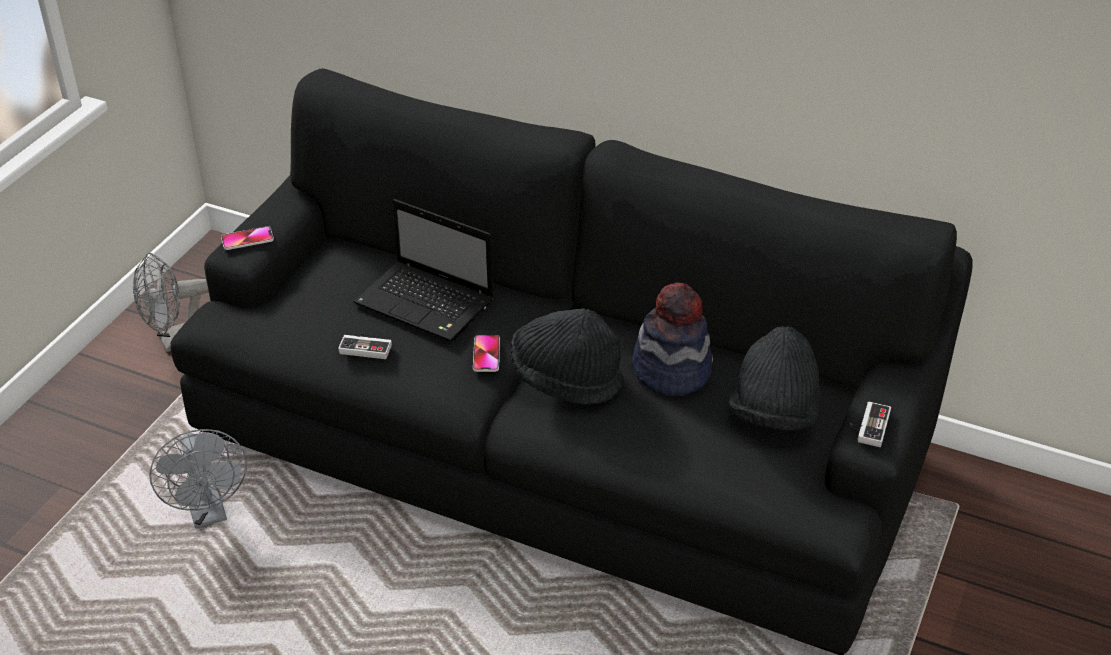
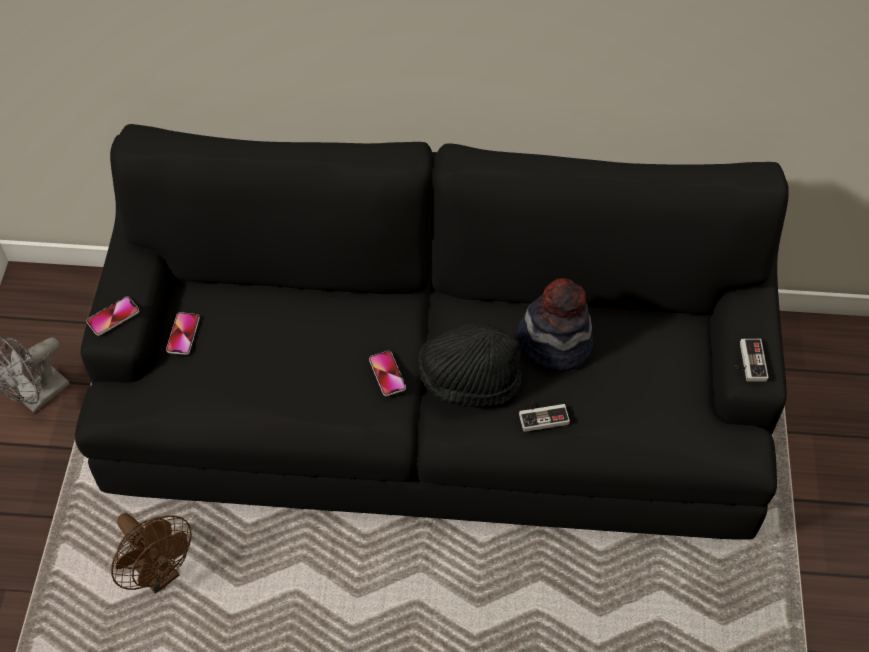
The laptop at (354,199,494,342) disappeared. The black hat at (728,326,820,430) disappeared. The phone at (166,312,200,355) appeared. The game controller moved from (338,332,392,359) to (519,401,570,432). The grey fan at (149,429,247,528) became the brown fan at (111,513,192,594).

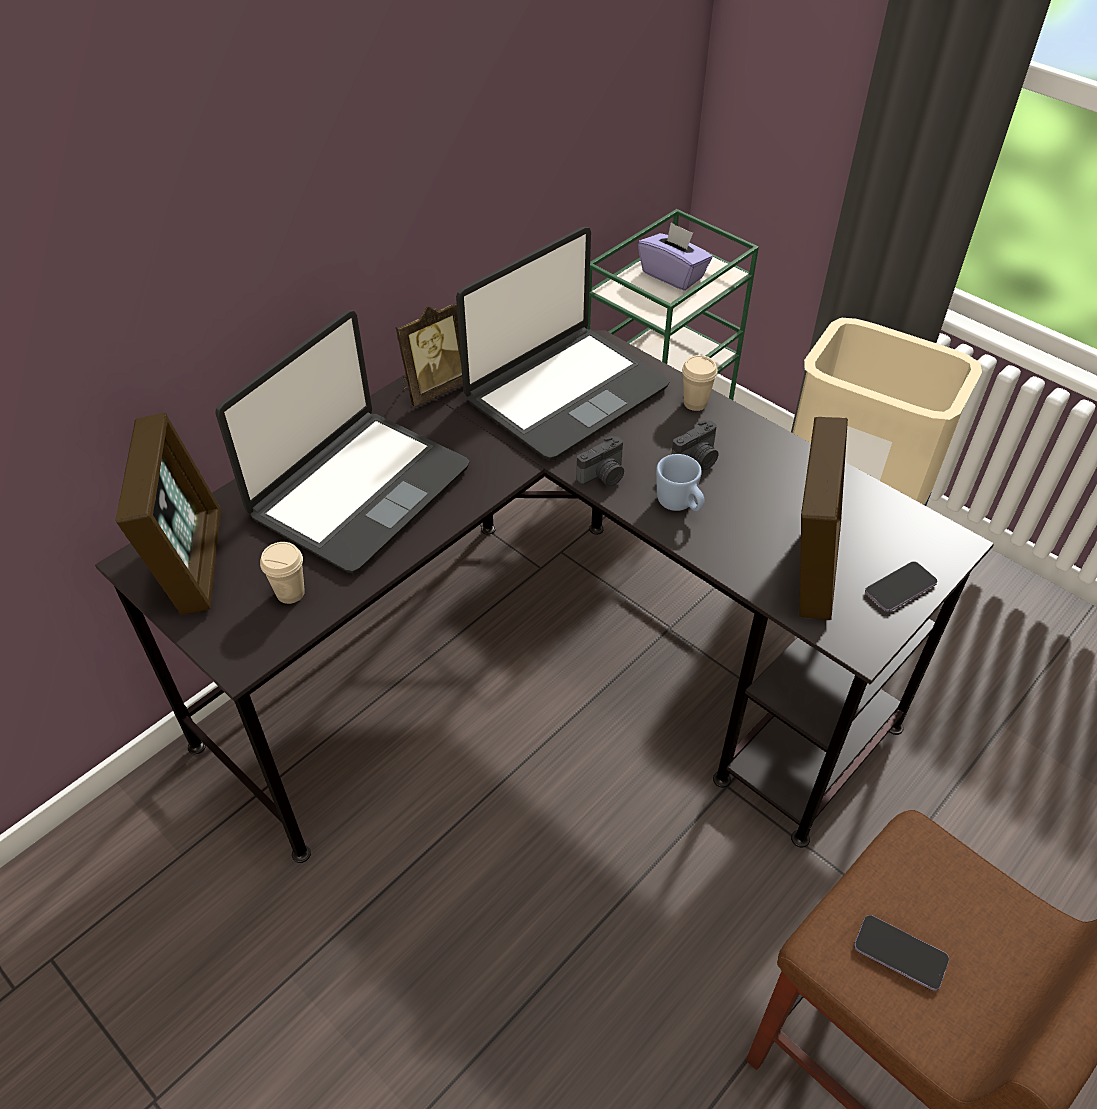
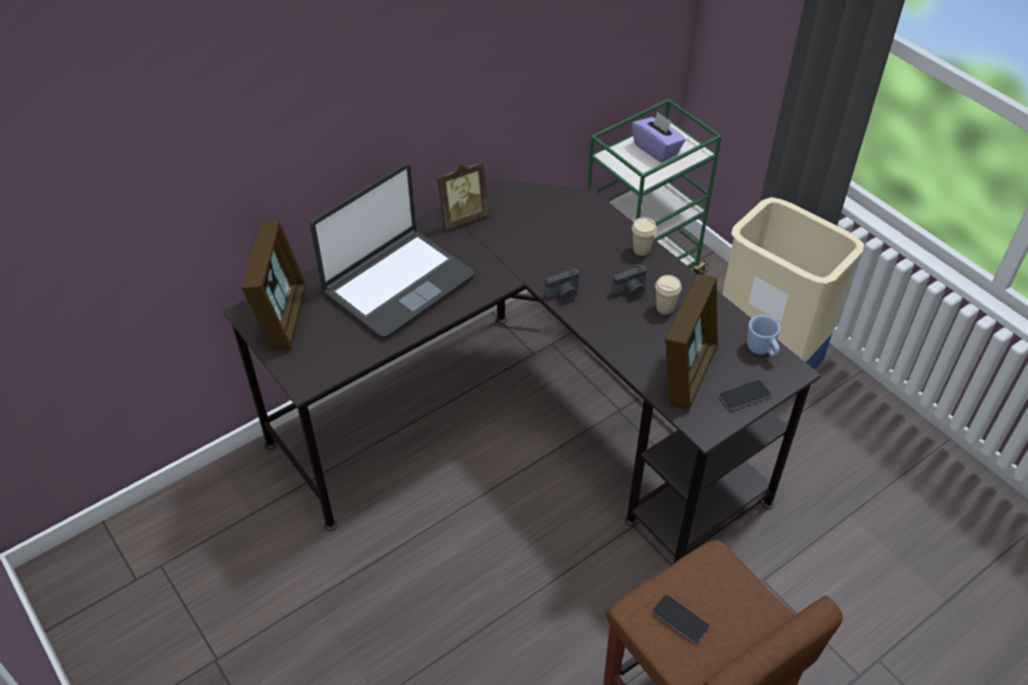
The laptop at (456,227,670,460) disappeared. The beige cup moved from (260,542,305,604) to (655,275,682,315). The blue mug moved from (656,454,704,511) to (747,315,780,357).

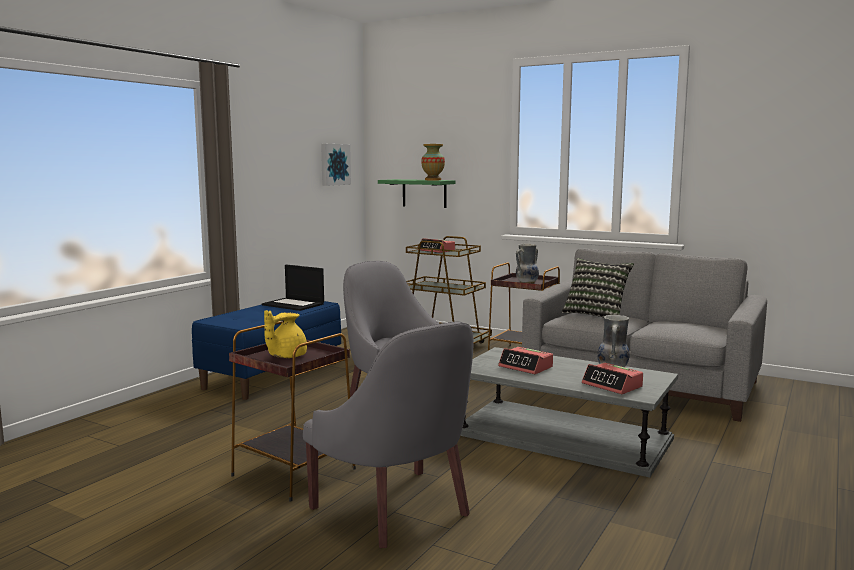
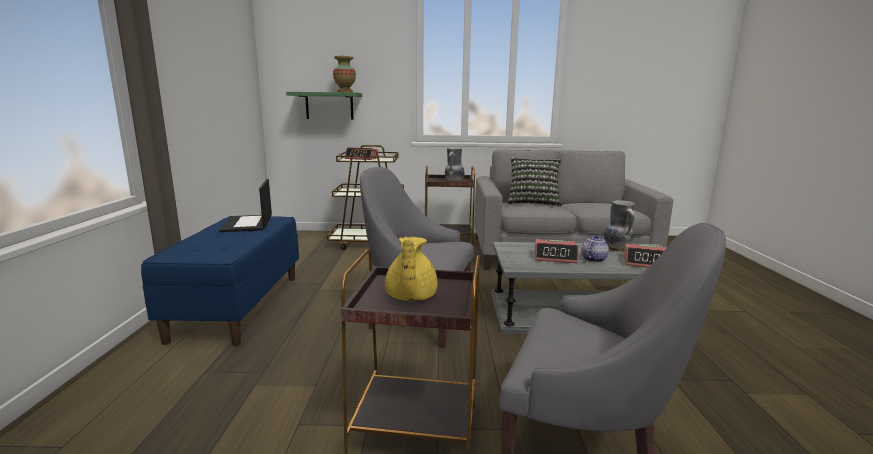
The picture at (321,144,351,186) disappeared. The teapot at (581,235,609,262) appeared. The laptop at (262,265,324,311) turned 75 degrees clockwise.

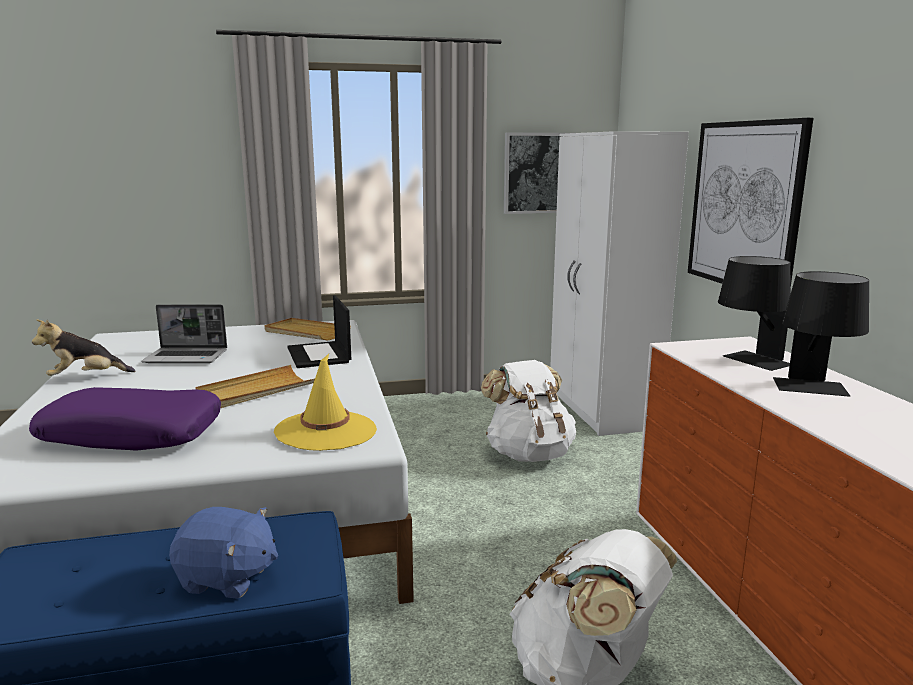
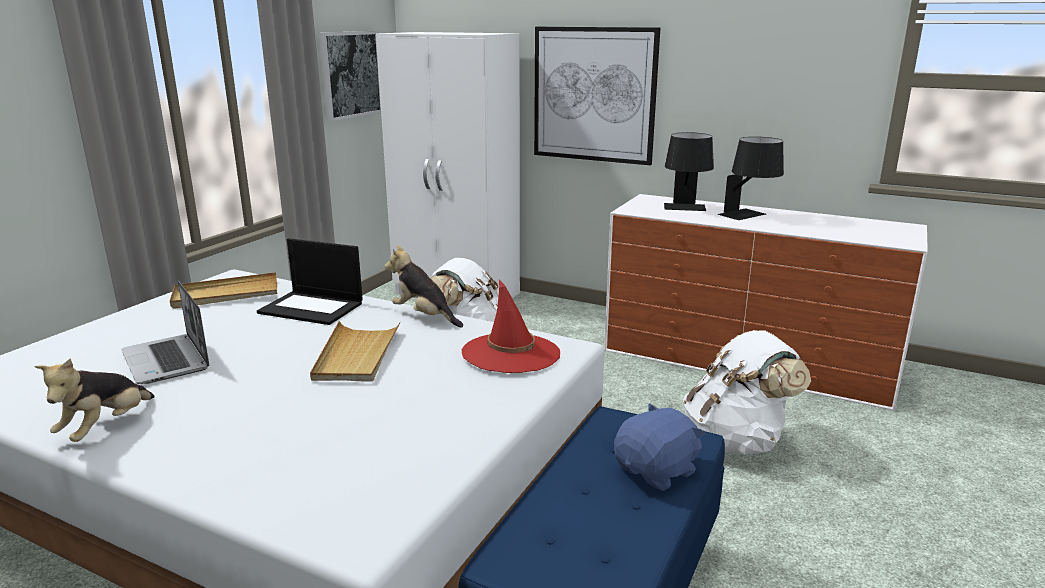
The purple pillow at (29,387,221,451) disappeared. The plush toy at (385,245,463,328) appeared. The yellow hat at (274,354,377,451) became the red hat at (462,279,560,373). The laptop at (142,305,227,363) turned 105 degrees clockwise.

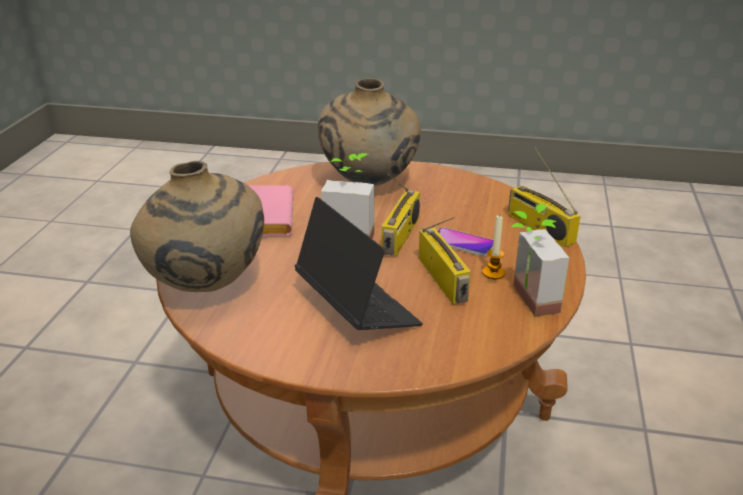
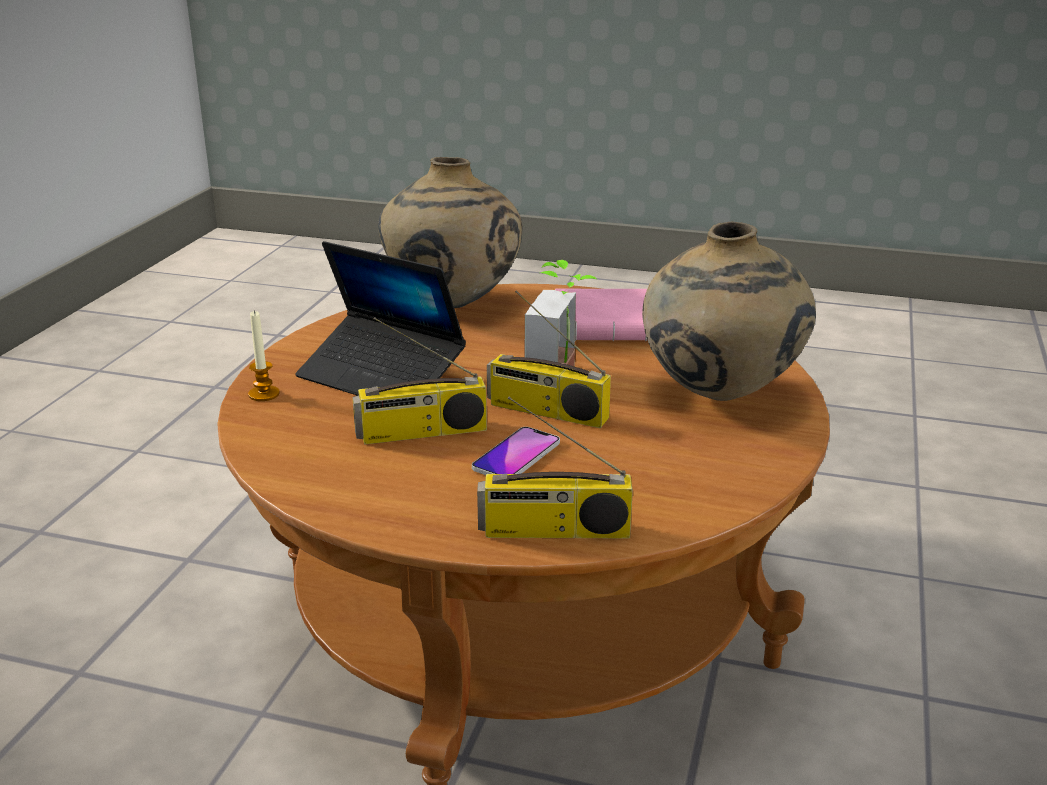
The potted plant at (511,204,569,317) disappeared. The candle moved from (482,214,505,279) to (248,310,280,401). The laptop at (295,197,423,330) turned 60 degrees clockwise. The radio at (508,147,581,247) turned 150 degrees counterclockwise.

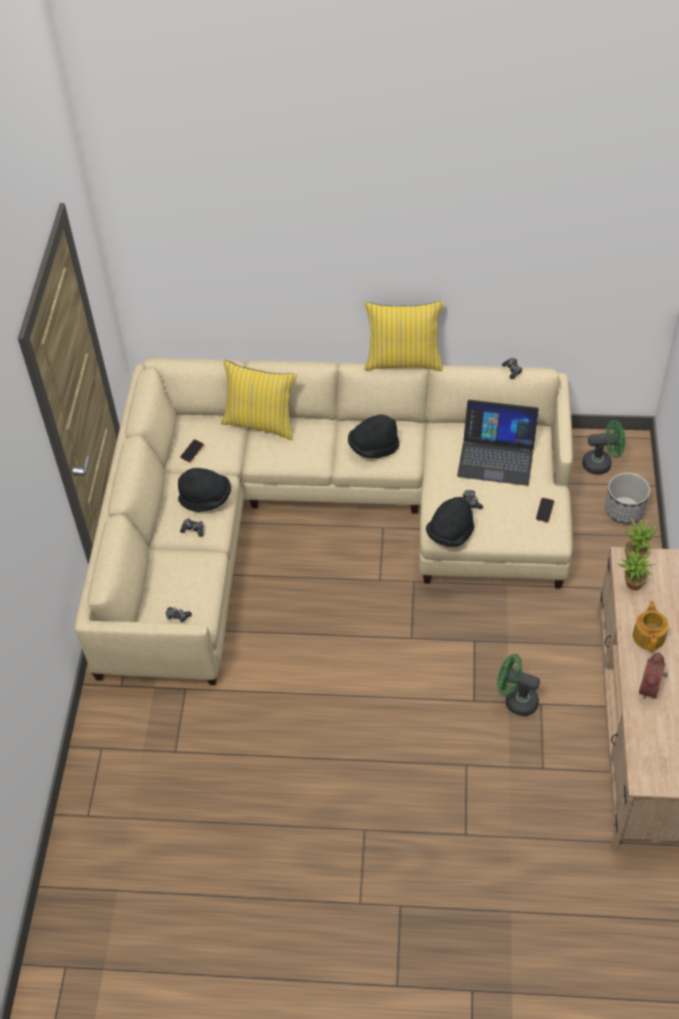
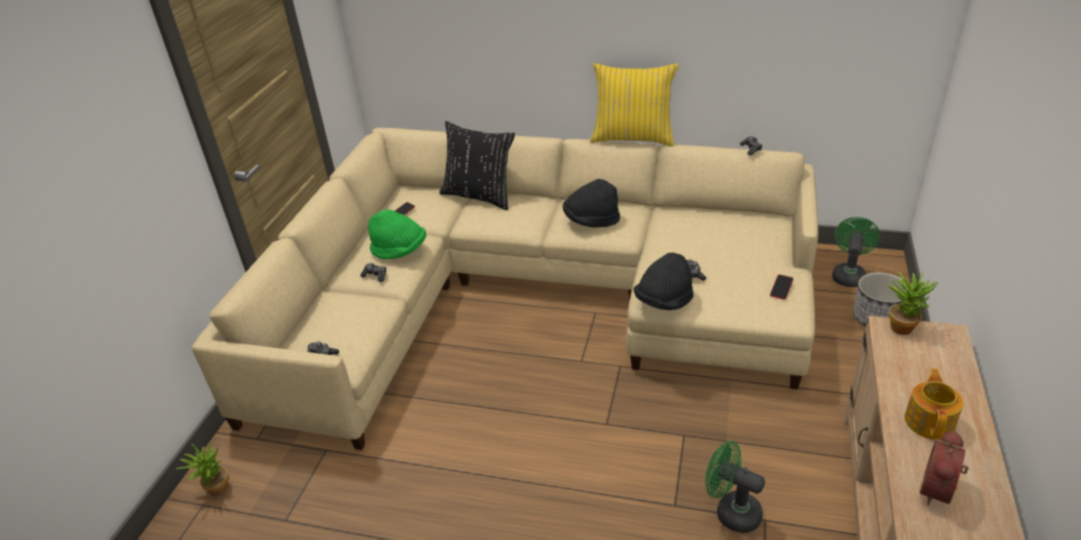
The laptop at (457,400,539,486) disappeared. The potted plant moved from (618,549,657,590) to (176,443,229,496). The black hat at (178,468,231,512) became the green hat at (368,209,426,259). The yellow pillow at (221,360,297,440) became the black pillow at (439,121,515,210). The green fan at (582,420,625,475) turned 75 degrees counterclockwise.

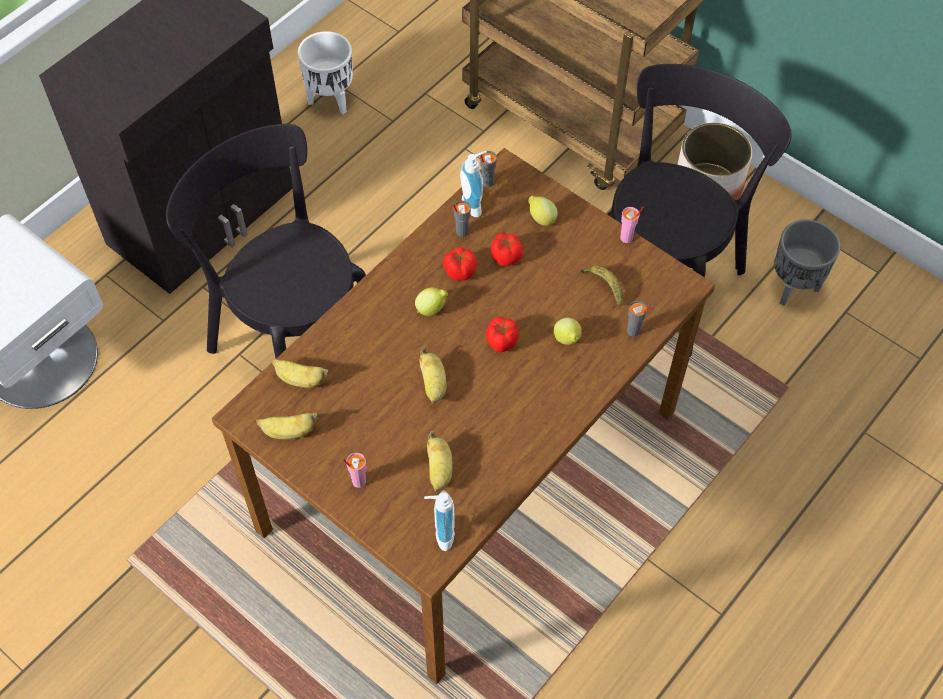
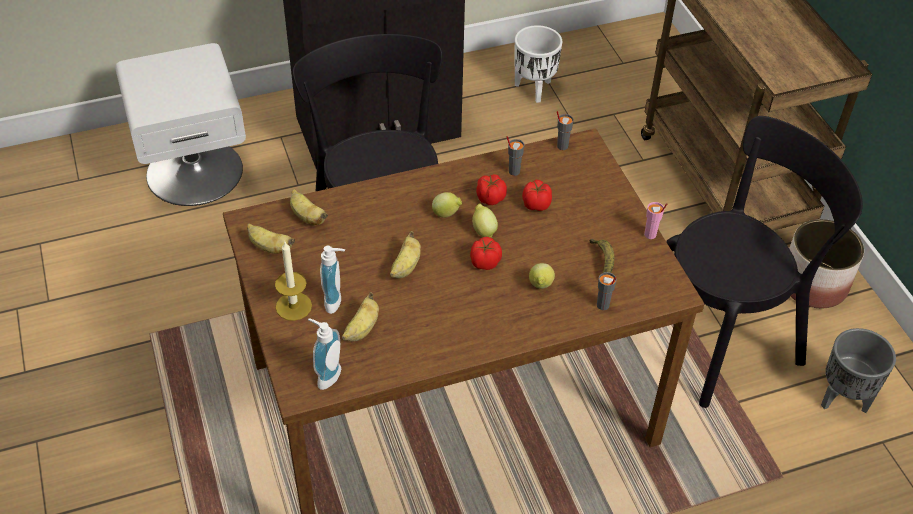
The soap dispenser moved from (460,151,487,217) to (320,246,345,314). The lemon moved from (529,196,558,226) to (472,203,498,238). The pink cup at (343,453,366,488) was replaced by the candle at (275,242,312,321).

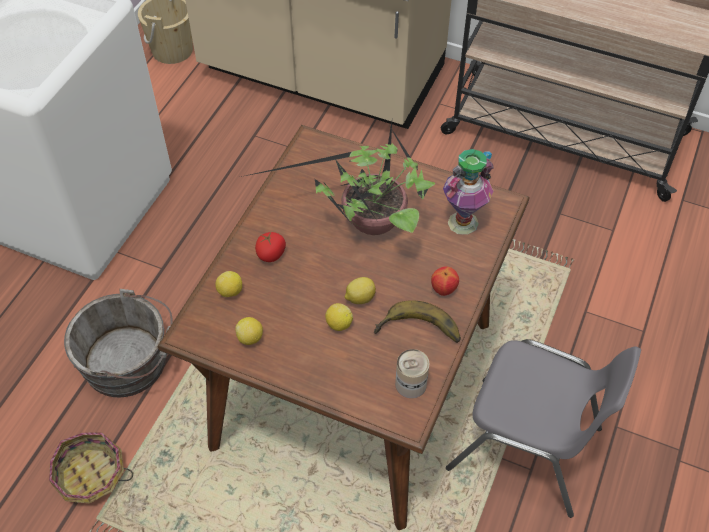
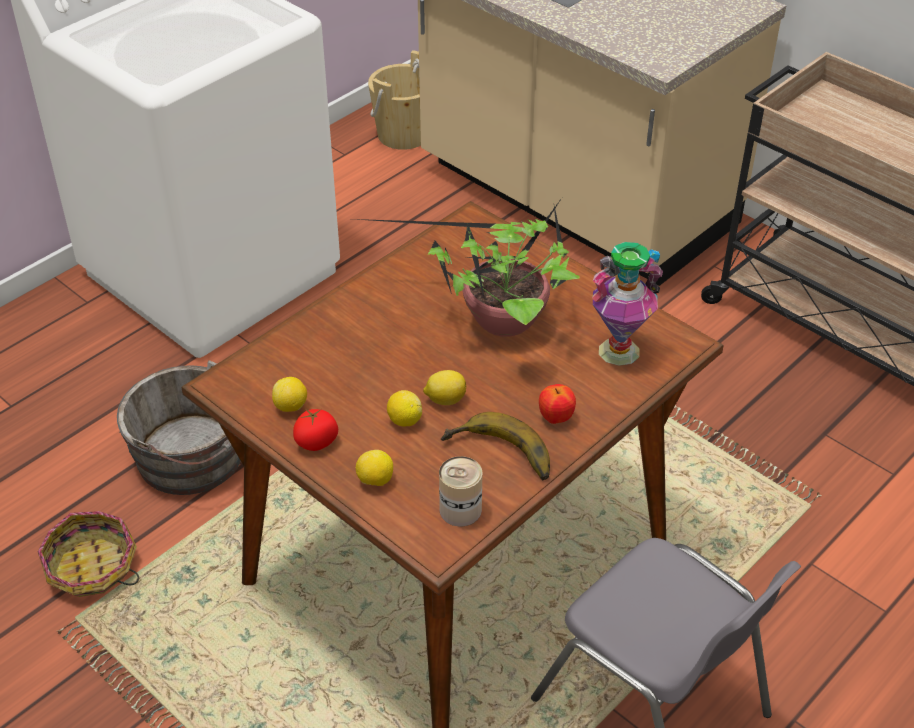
The lemon moved from (215,271,242,297) to (356,450,393,486). The tomato moved from (255,232,286,262) to (293,409,338,451).

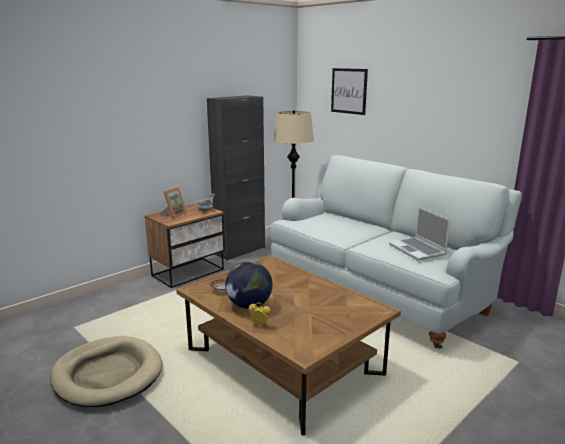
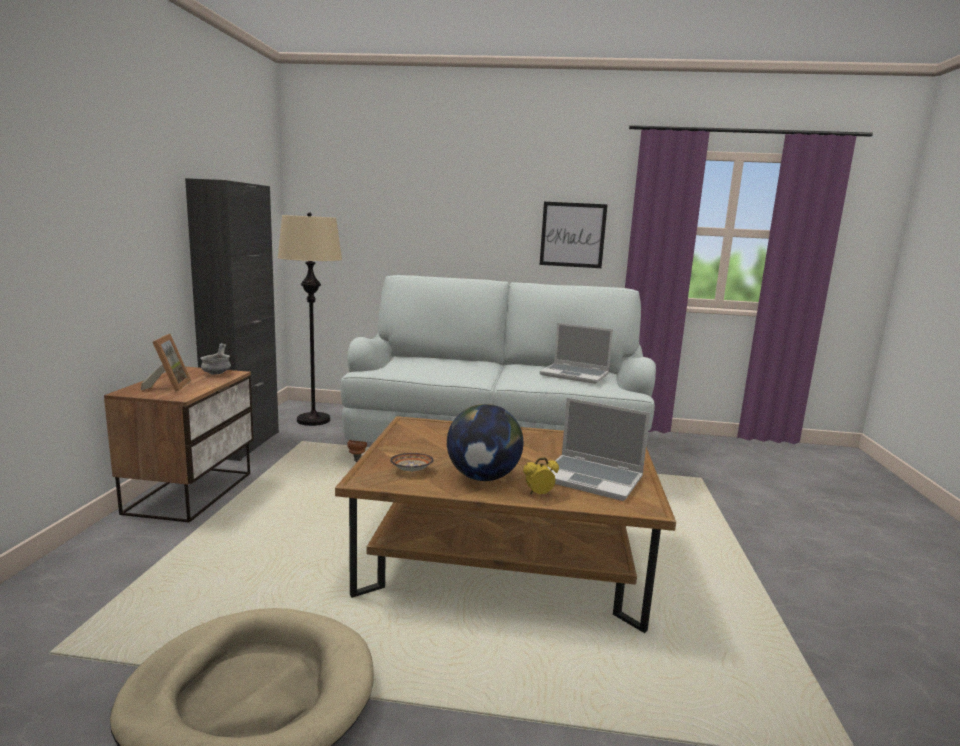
The laptop at (547,398,650,501) appeared. The picture moved from (331,68,368,115) to (540,202,608,268).

